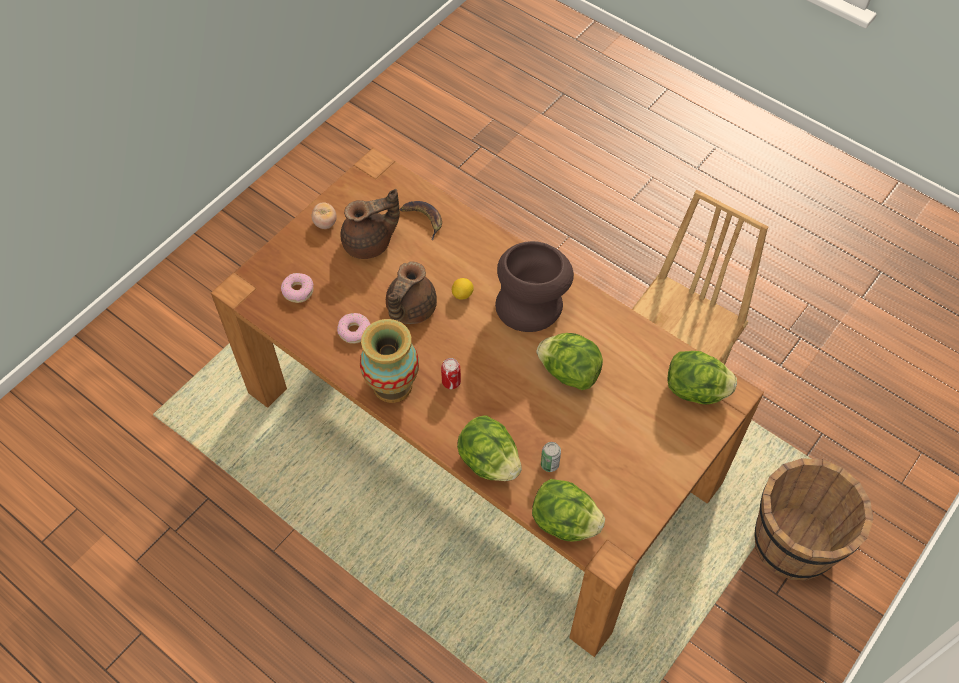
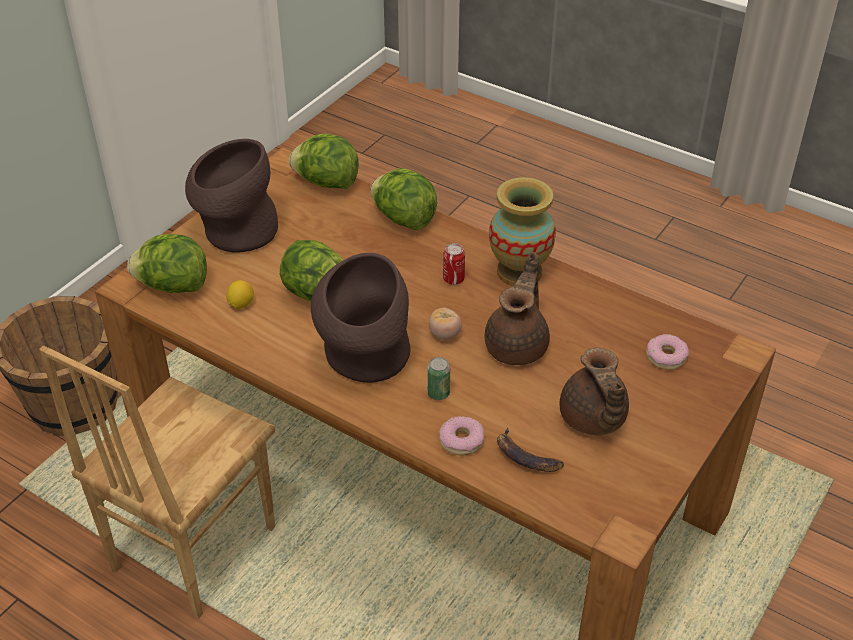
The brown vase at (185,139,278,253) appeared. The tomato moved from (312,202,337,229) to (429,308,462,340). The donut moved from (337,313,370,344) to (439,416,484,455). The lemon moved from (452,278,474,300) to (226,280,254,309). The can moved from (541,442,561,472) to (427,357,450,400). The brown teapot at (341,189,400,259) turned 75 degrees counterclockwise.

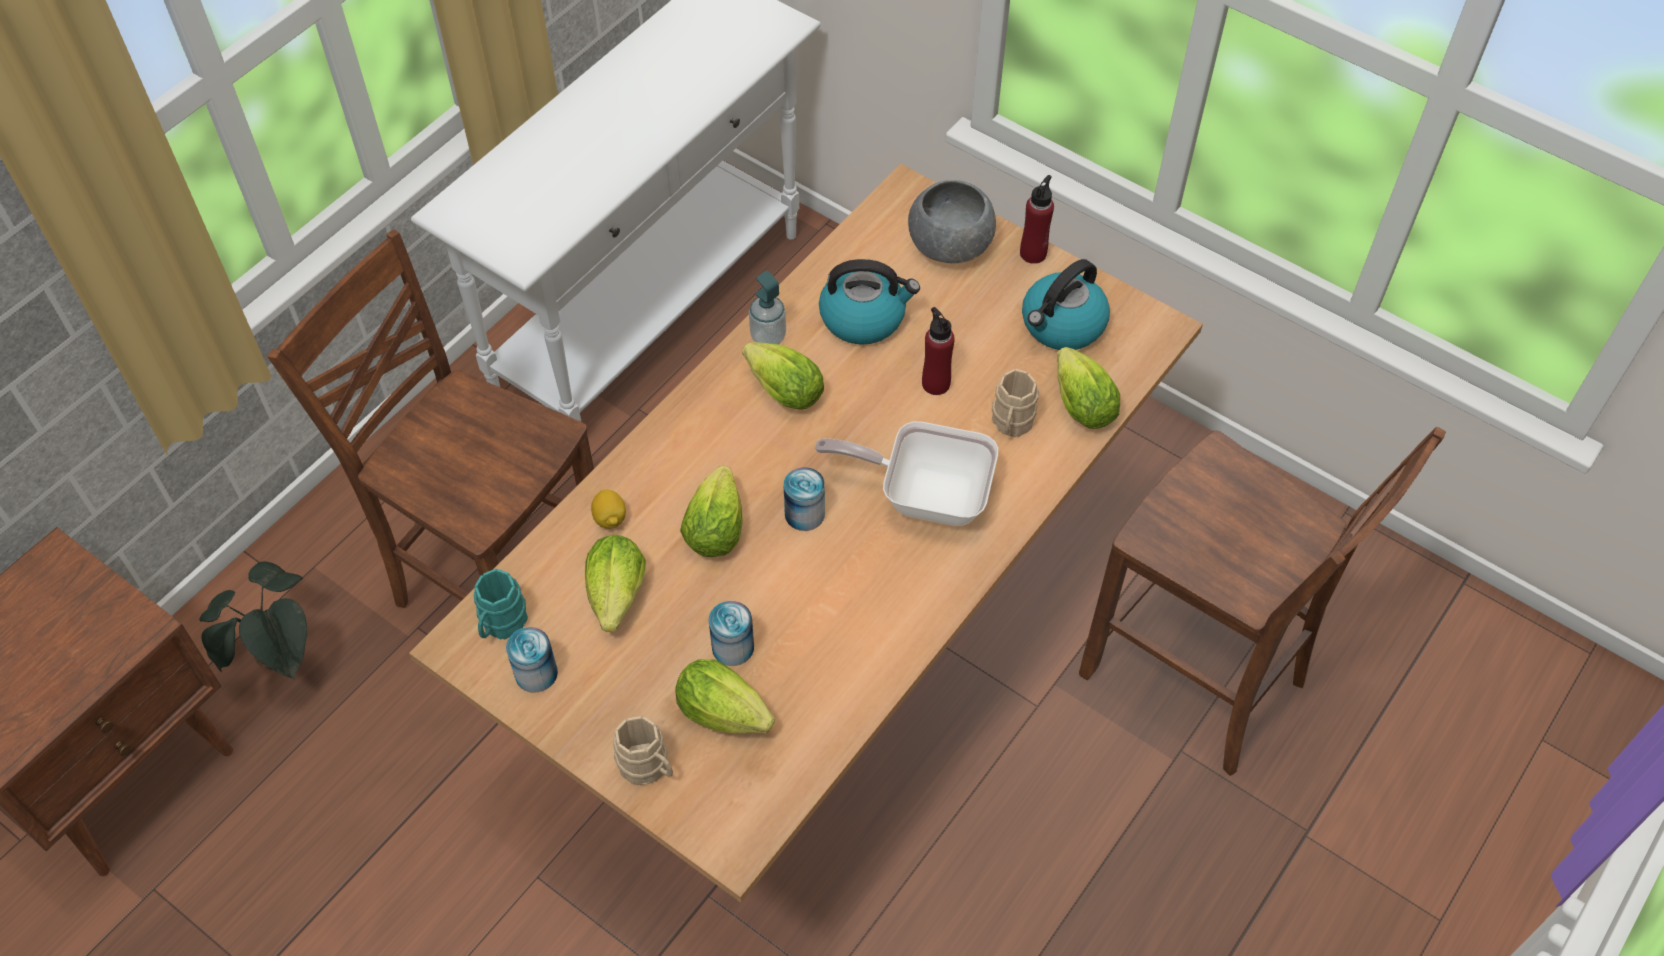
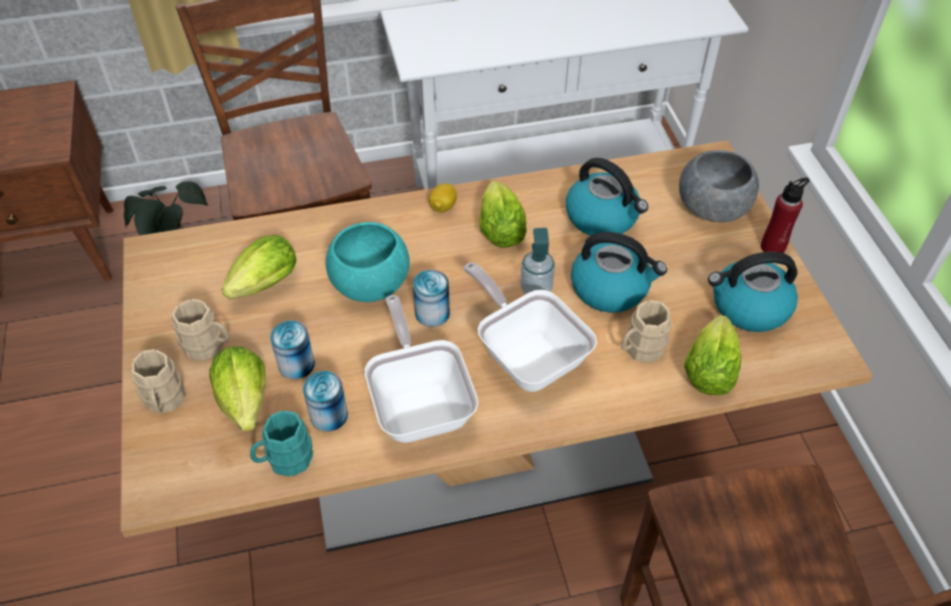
The beige mug at (172,299,230,361) appeared. The frying pan at (365,295,478,443) appeared. The turquoise mug moved from (474,569,528,639) to (250,411,313,476). The can moved from (506,627,558,693) to (303,371,348,432). The lemon moved from (591,490,626,529) to (429,183,457,212). The soap dispenser moved from (749,271,786,345) to (520,228,555,294). The lettuce at (680,466,743,557) was replaced by the turquoise bowl at (326,222,410,302). The red bottle at (922,307,955,395) was replaced by the kettle at (571,232,667,313).

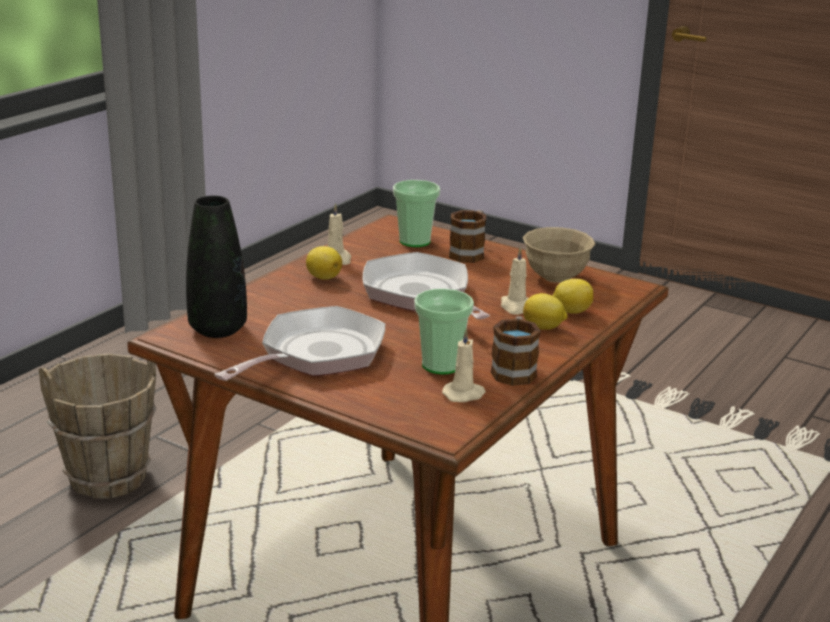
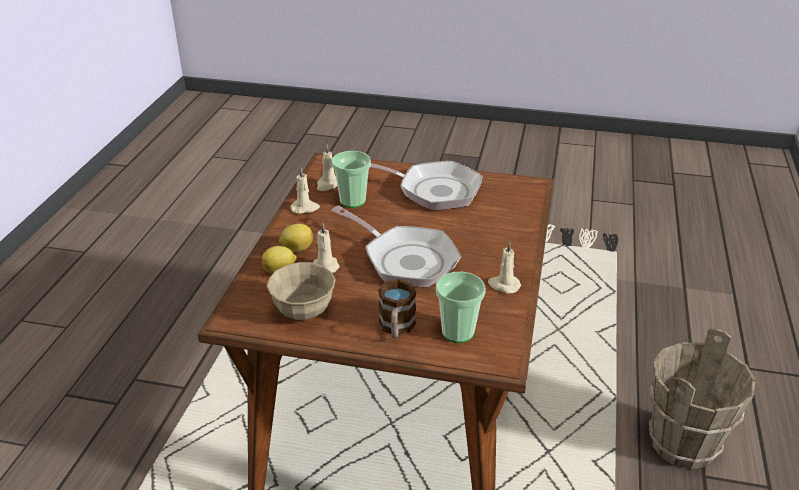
The black vase at (186,196,247,338) disappeared. The lemon at (306,246,342,280) disappeared. The mug at (491,316,541,386) was replaced by the beige candle at (290,168,320,214). The frying pan at (214,306,385,381) turned 90 degrees counterclockwise.

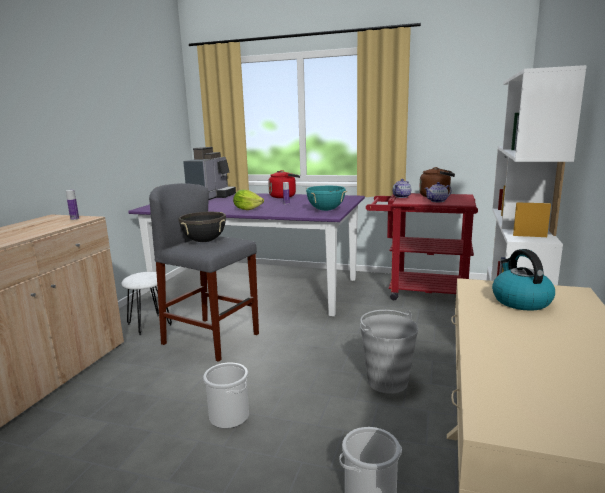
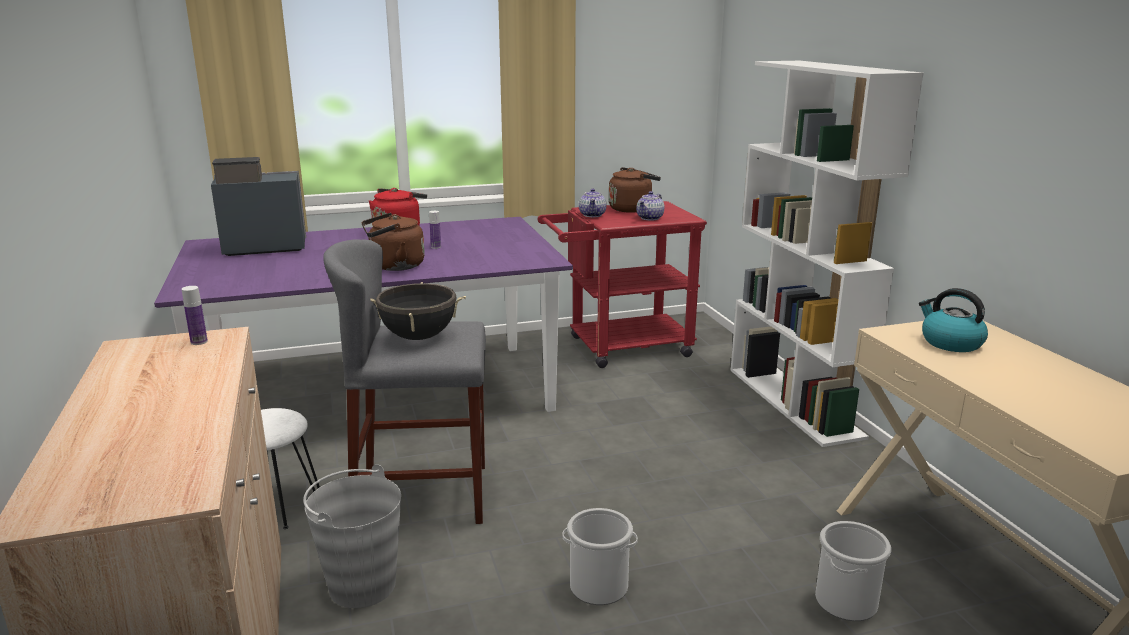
The turquoise cooking pot at (306,186,347,211) disappeared. The grey bucket moved from (360,310,418,394) to (303,464,401,608). The lettuce at (233,189,264,210) was replaced by the brown kettle at (362,213,425,271). The coffee machine at (183,147,236,200) turned 90 degrees counterclockwise.

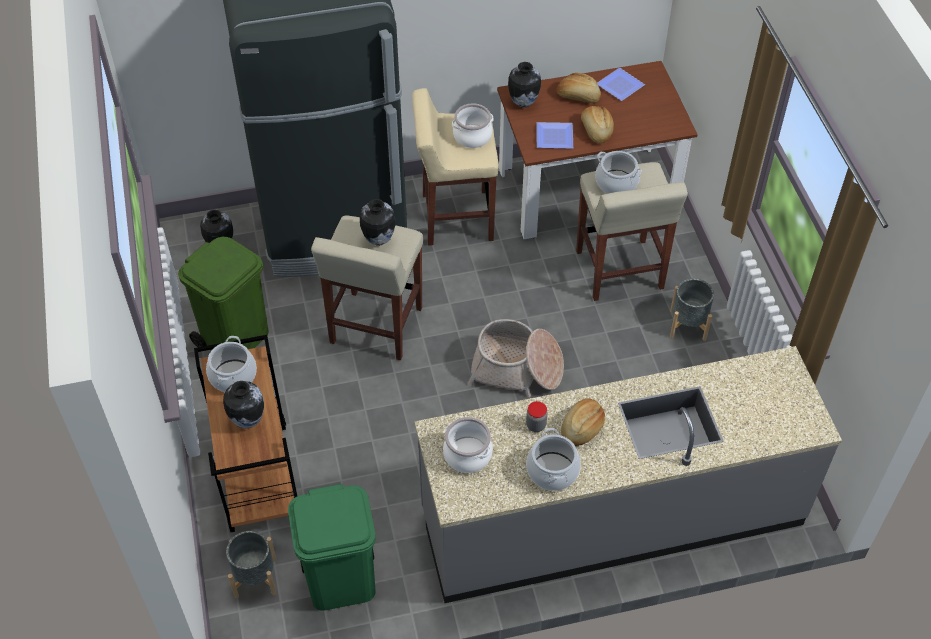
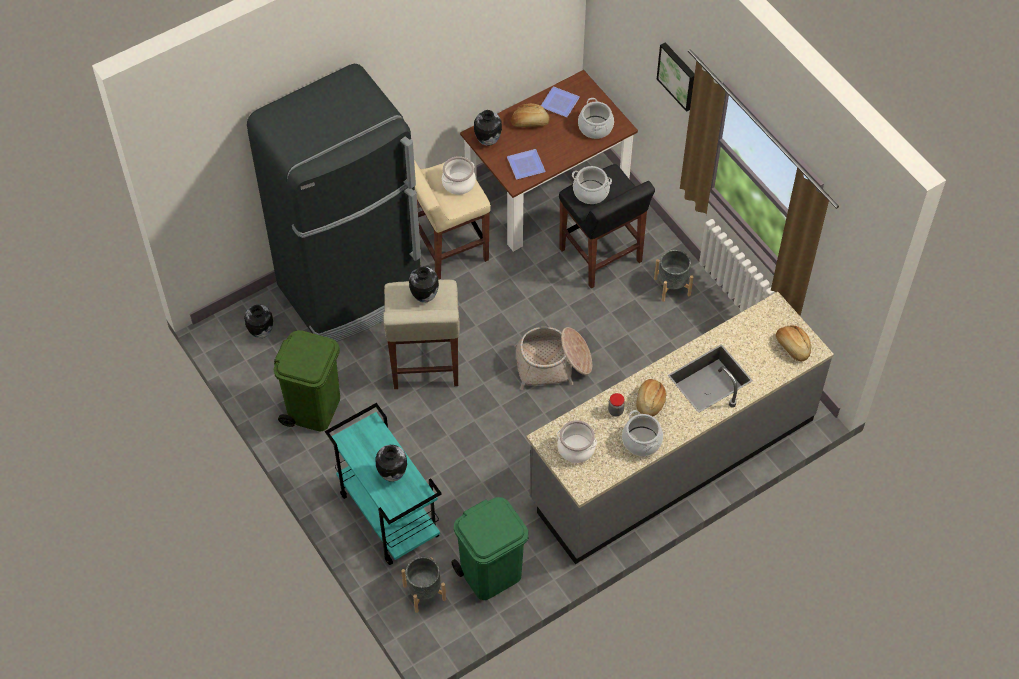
The picture at (657,42,695,112) appeared. The cooking pot moved from (206,336,257,392) to (578,98,614,139). The bread moved from (581,106,614,144) to (776,325,811,361). The brown cart at (194,335,297,532) became the turquoise cart at (325,403,442,565). The beige stool at (576,162,688,301) became the black stool at (559,164,655,289).

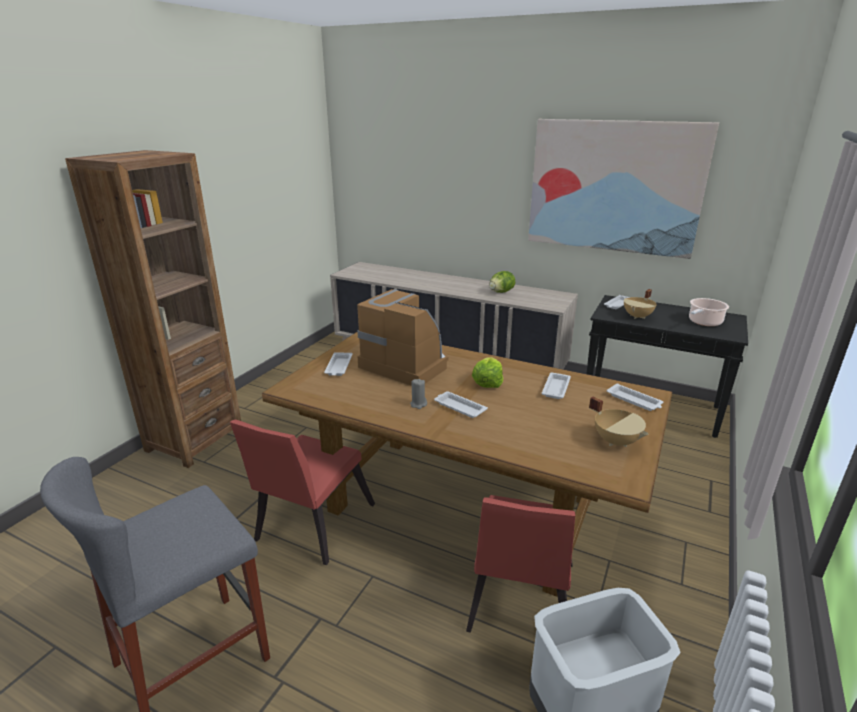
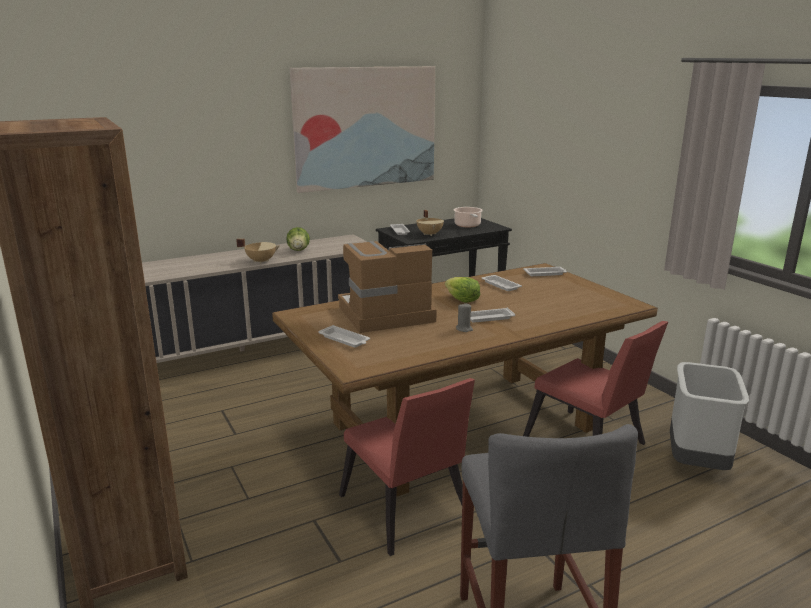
The beige cooking pot moved from (589,396,649,447) to (236,239,280,264).

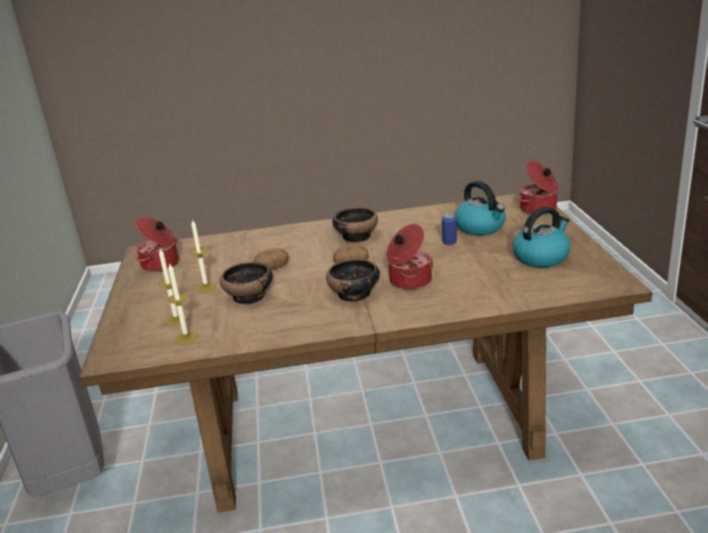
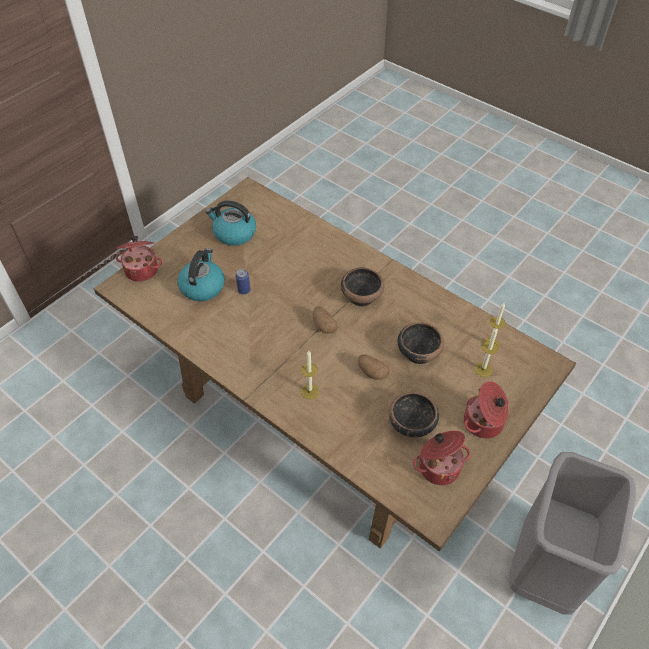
The candle moved from (190,219,216,292) to (301,351,319,399). The bowl moved from (332,207,378,242) to (389,392,439,438). The cooking pot moved from (387,224,433,290) to (464,381,509,438).

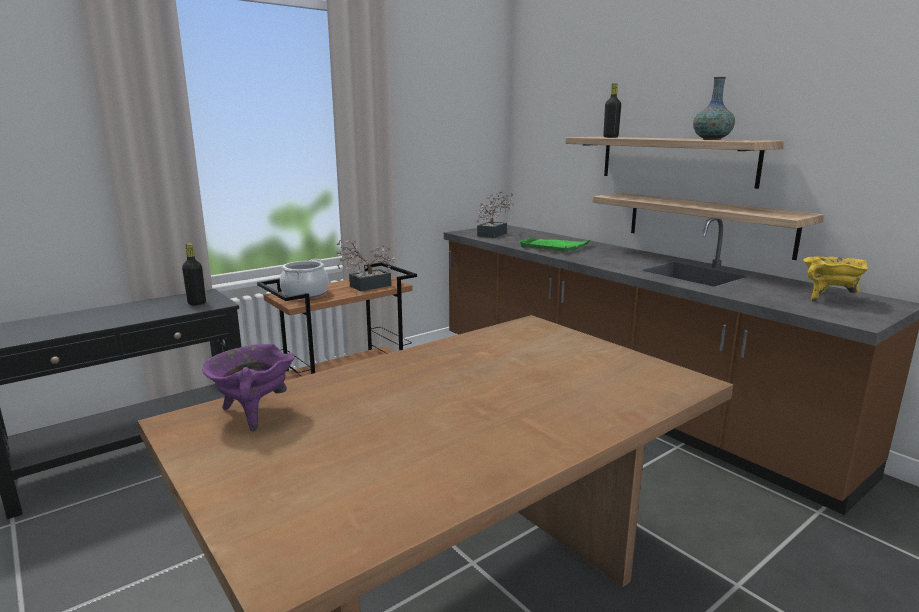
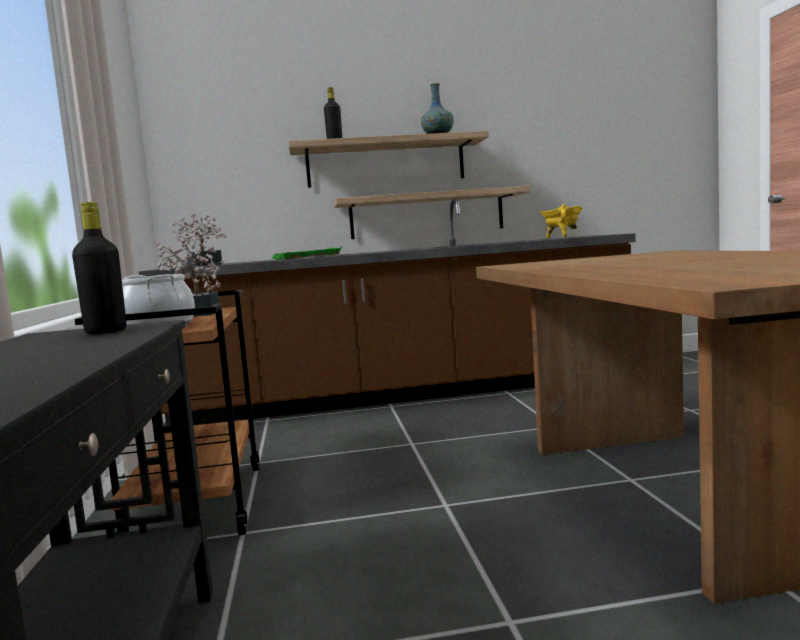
The purple cooking pot at (202,344,295,431) disappeared.

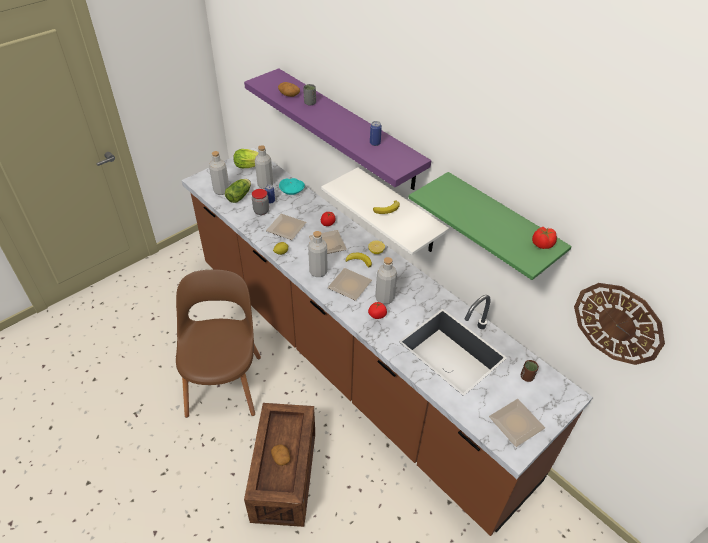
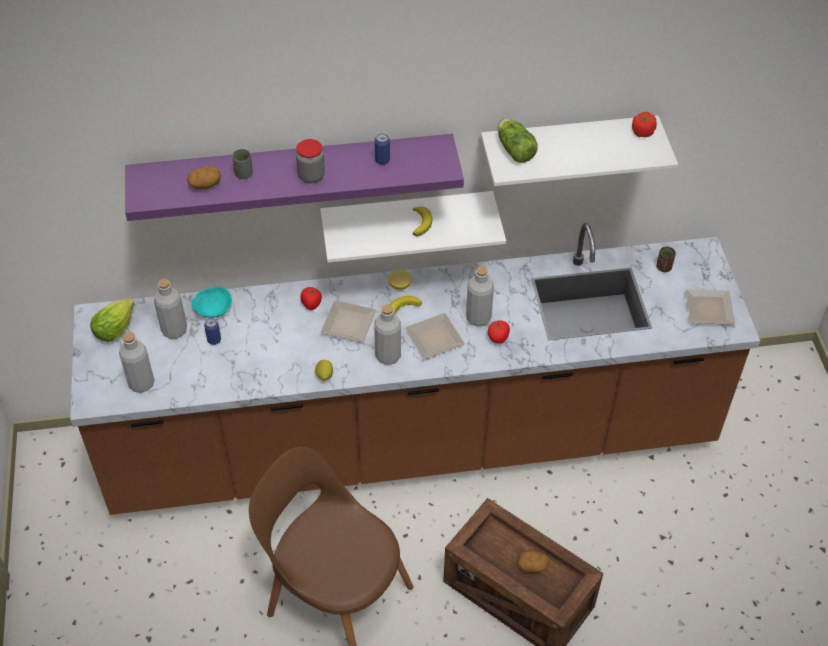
The plate at (266,214,307,240) disappeared. The wall clock at (574,283,665,365) disappeared. The lettuce moved from (225,179,251,203) to (497,119,538,163). The jar moved from (252,189,269,215) to (296,139,325,183). The green shelf at (409,172,572,280) became the white shelf at (481,115,678,186).

